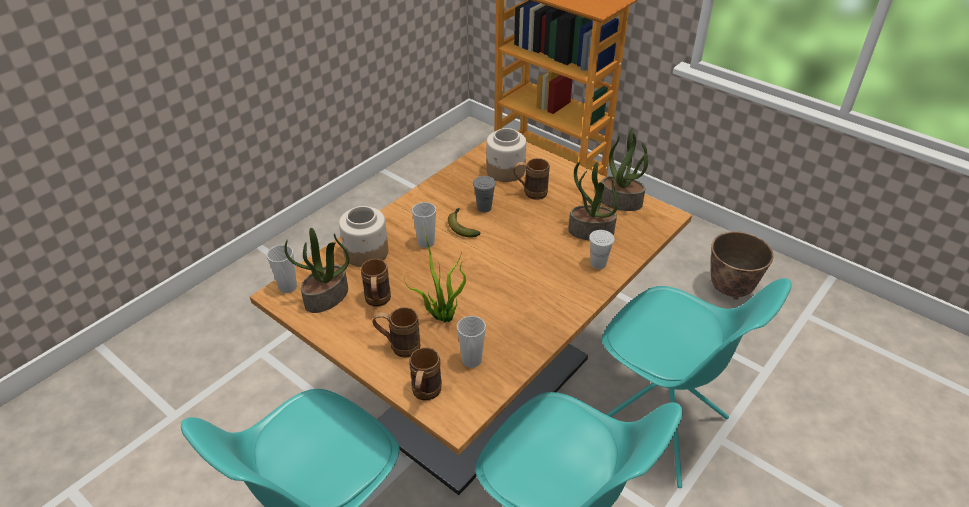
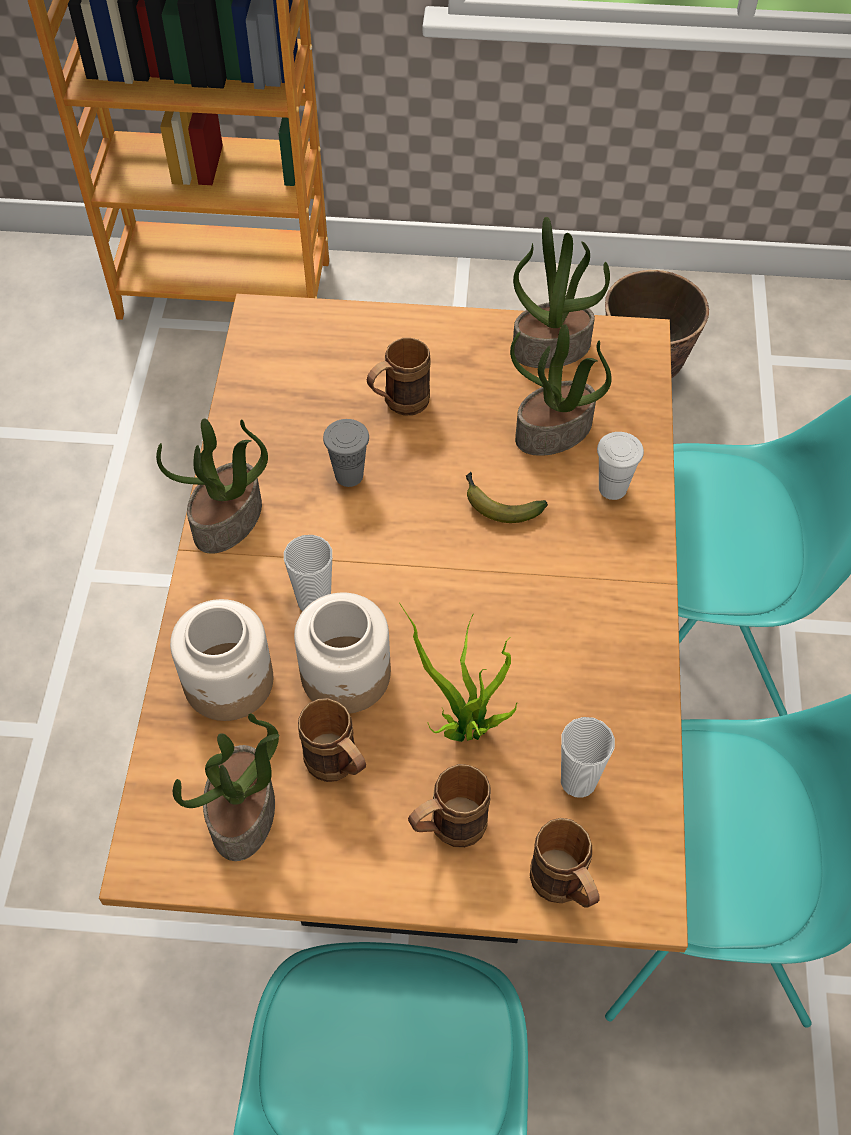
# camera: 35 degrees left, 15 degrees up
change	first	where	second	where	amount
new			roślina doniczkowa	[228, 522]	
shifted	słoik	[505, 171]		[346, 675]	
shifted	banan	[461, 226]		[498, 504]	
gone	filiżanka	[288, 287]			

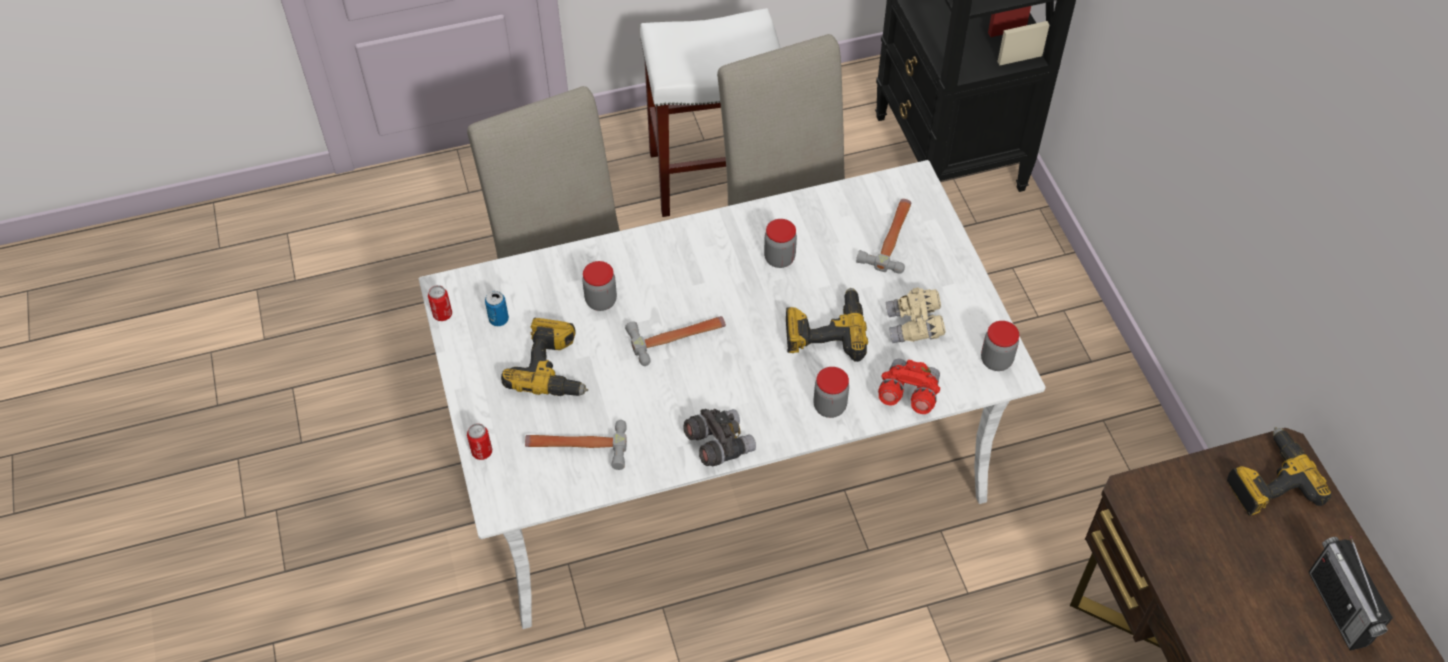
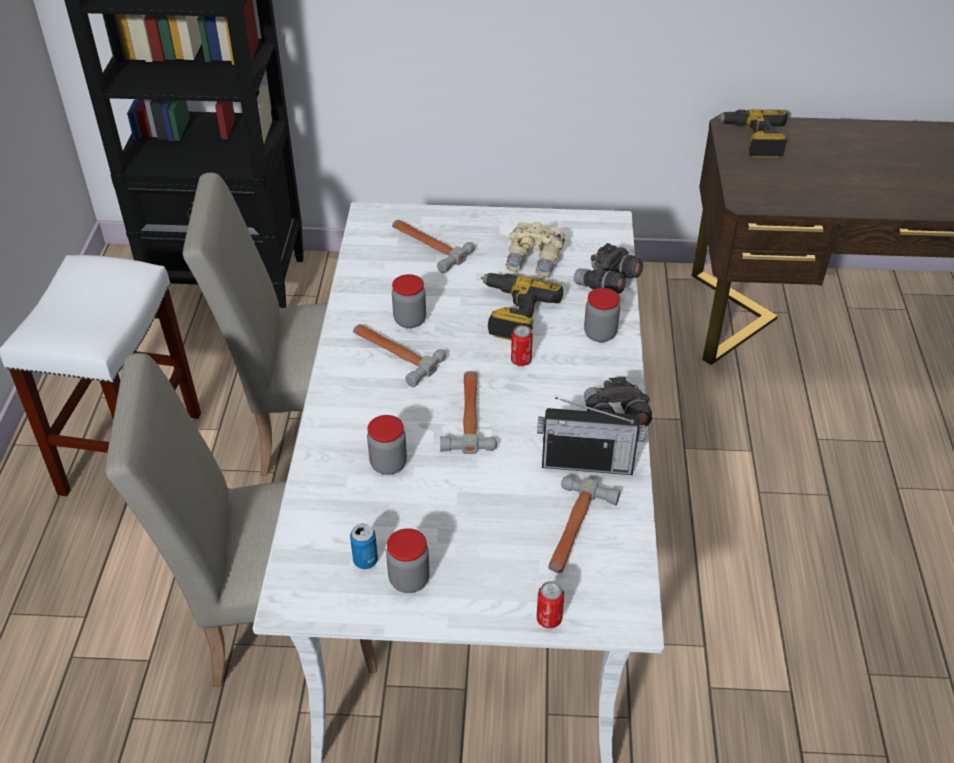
# camera: 70 degrees left, 10 degrees down
change	first	where	second	where	amount
new			młotek	[393, 354]	
shifted	słoik	[996, 360]		[409, 580]	
shifted	puszka	[442, 314]		[521, 360]	
shifted	radio	[1339, 608]		[587, 463]	
repainted	lornetka [czerwony]	[908, 394]	lornetka [szary]	[607, 284]	
gone	wiertarka	[553, 368]			

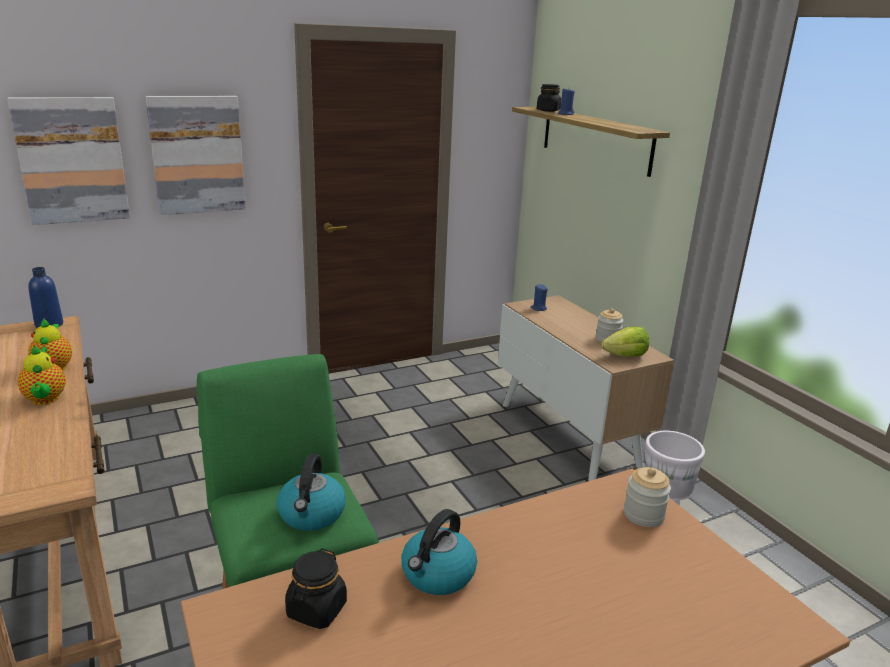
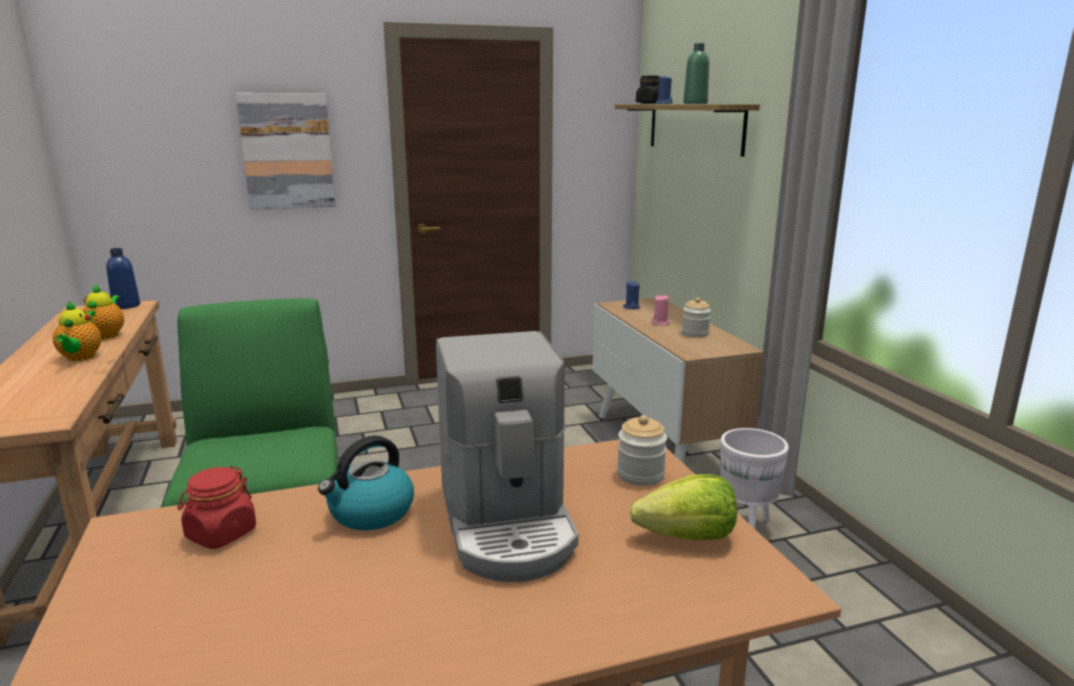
# camera: 10 degrees right, 5 degrees down
change	first	where	second	where	amount
repainted	słoik [czarny]	[316, 610]	słoik [czerwony]	[221, 534]	
new			ekspres do kawy	[507, 522]	
shifted	sałata	[625, 356]		[688, 537]	
new			świeca [różowy]	[660, 323]	
new			butelka [zielony]	[695, 103]	
gone	obraz	[72, 160]			
gone	czajnik	[312, 515]			

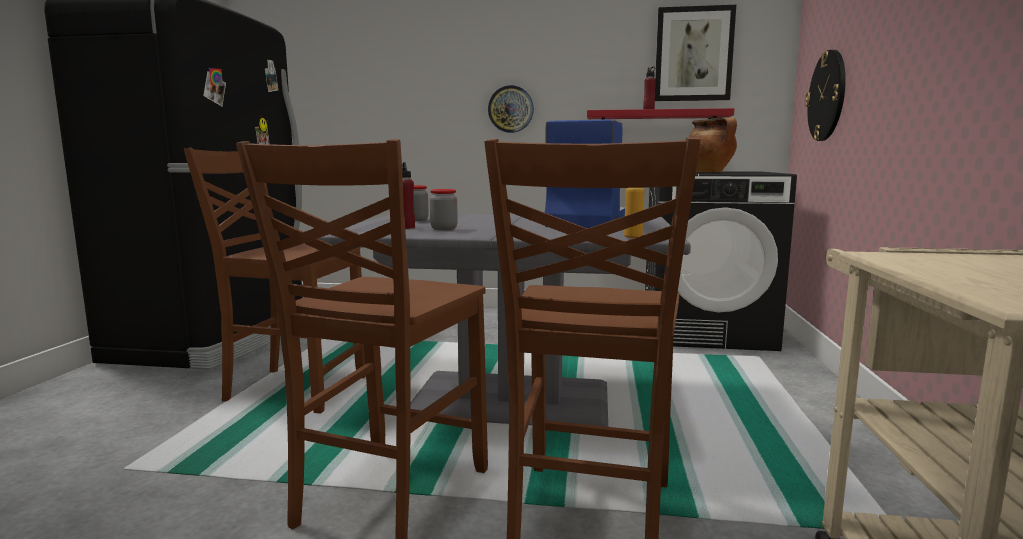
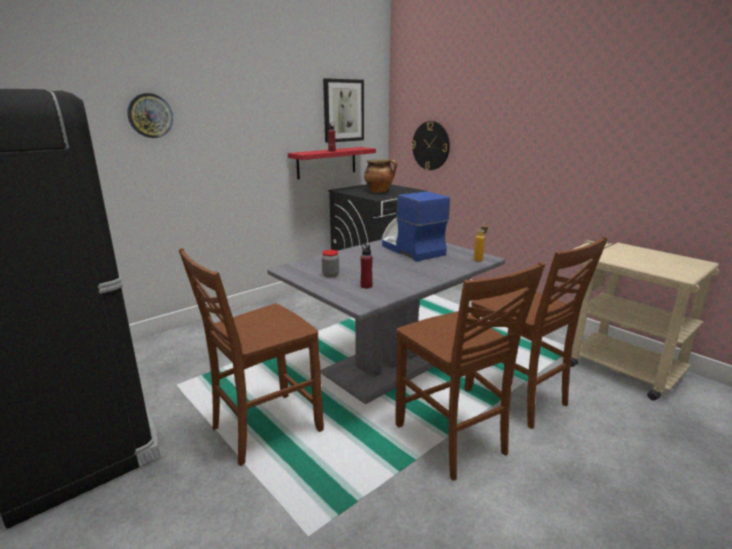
# camera: 50 degrees left, 10 degrees up
change	first	where	second	where	amount
shifted	zegar ścienny	[510, 109]		[150, 115]	
gone	słoik	[444, 229]			

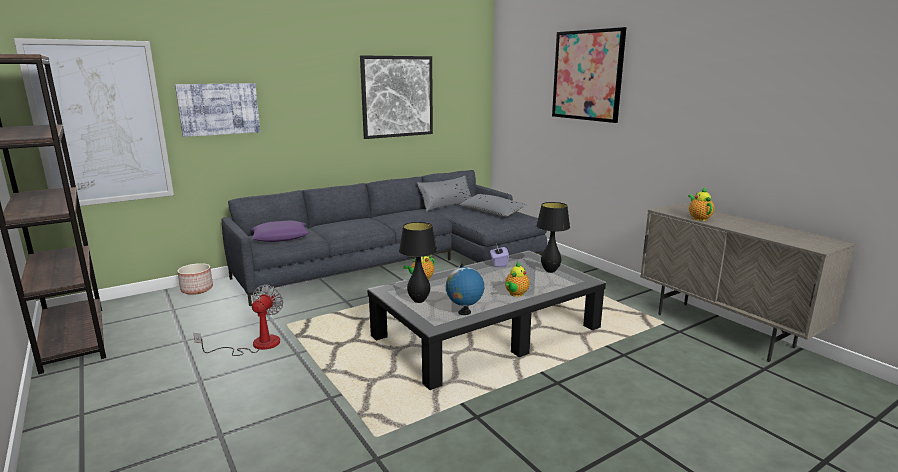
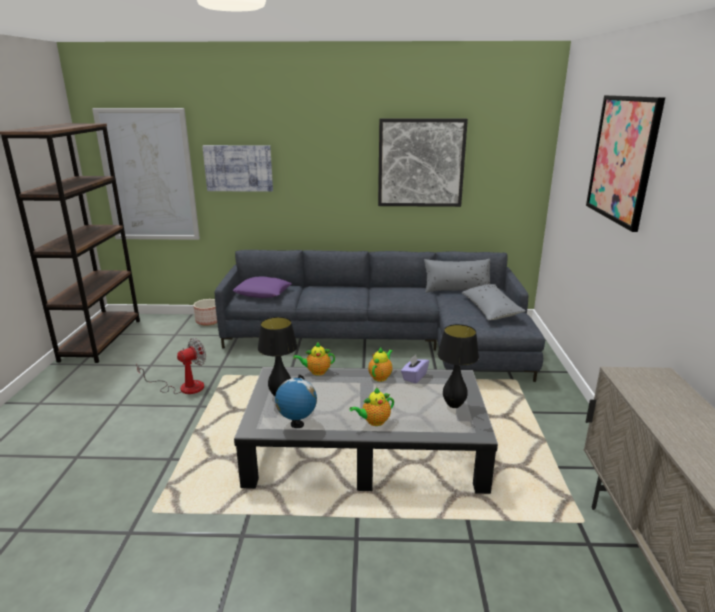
# camera: 35 degrees right, 5 degrees up
change	first	where	second	where	amount
shifted	imbryk	[698, 218]		[381, 377]	

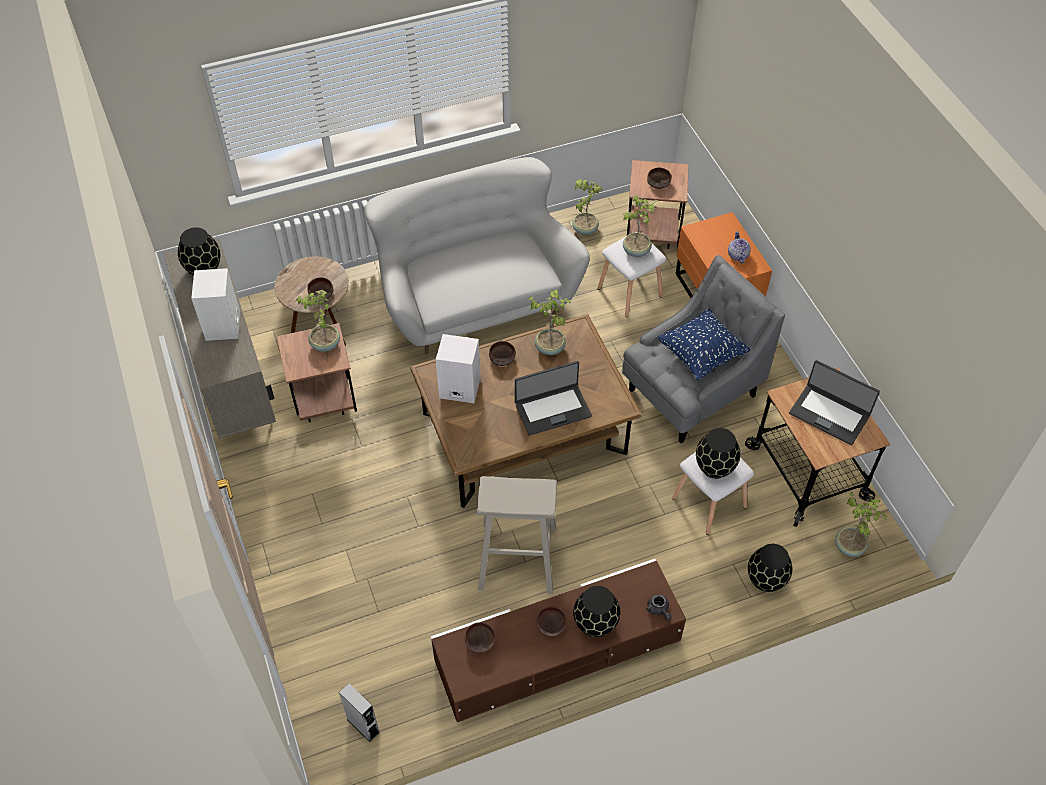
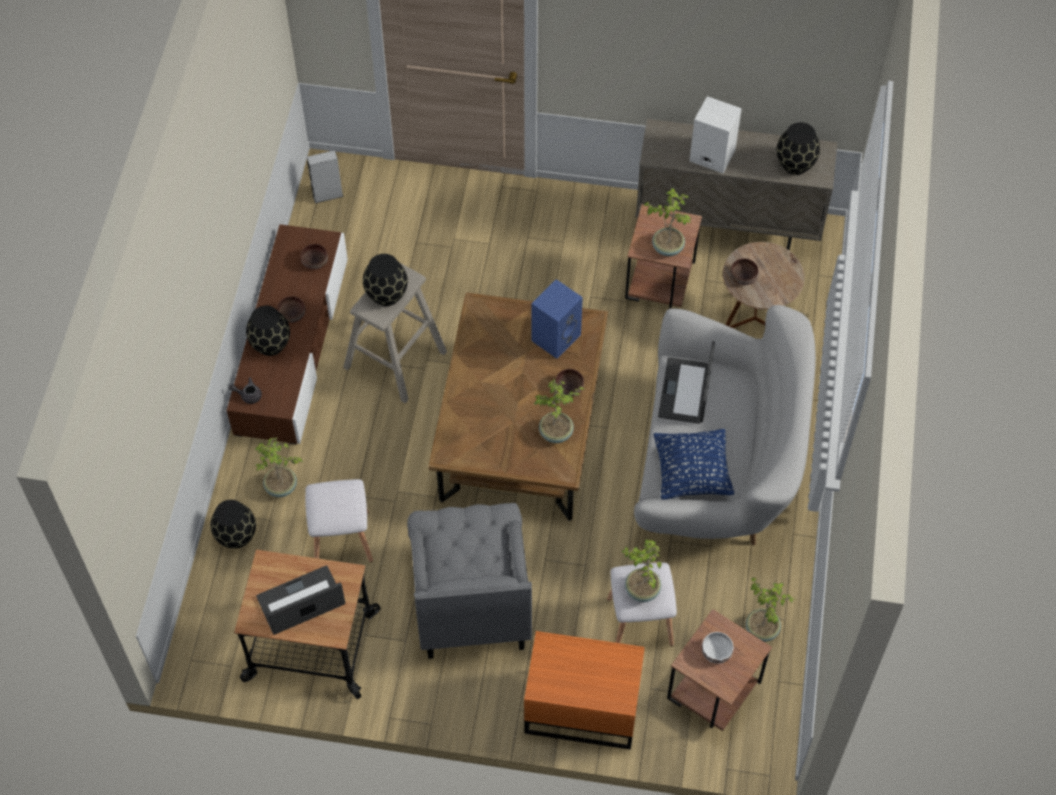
# camera: 120 degrees right, 5 degrees up
change	first	where	second	where	amount
shifted	roślina doniczkowa	[850, 546]		[281, 487]	
shifted	wazon [czarny]	[714, 467]		[387, 294]	
repainted	głośnik [biały]	[458, 388]	głośnik [niebieski]	[556, 336]	
shifted	poduszka [niebieski]	[701, 355]		[691, 474]	
shifted	laptop	[552, 409]		[686, 391]	
repainted	miska [brązowy]	[657, 183]	miska [biały]	[717, 651]	
gone	imbryk	[737, 255]			

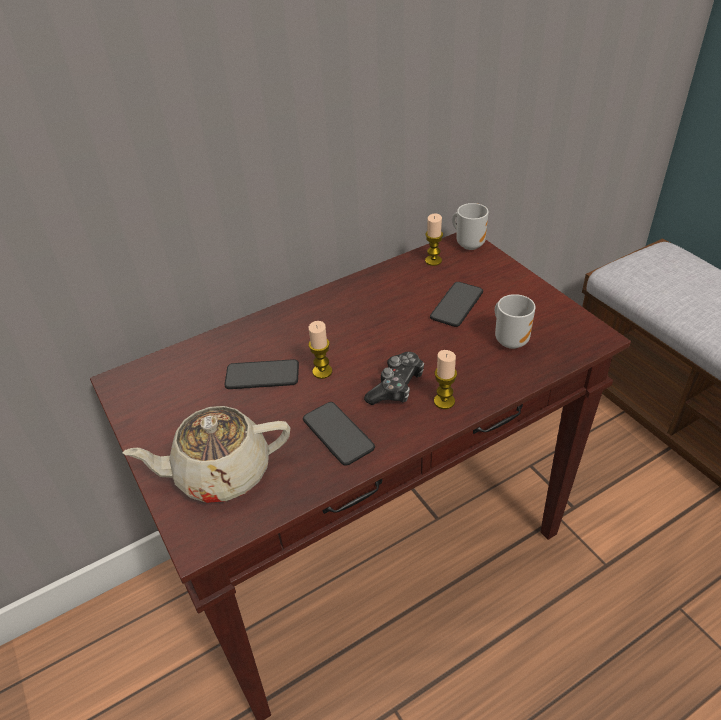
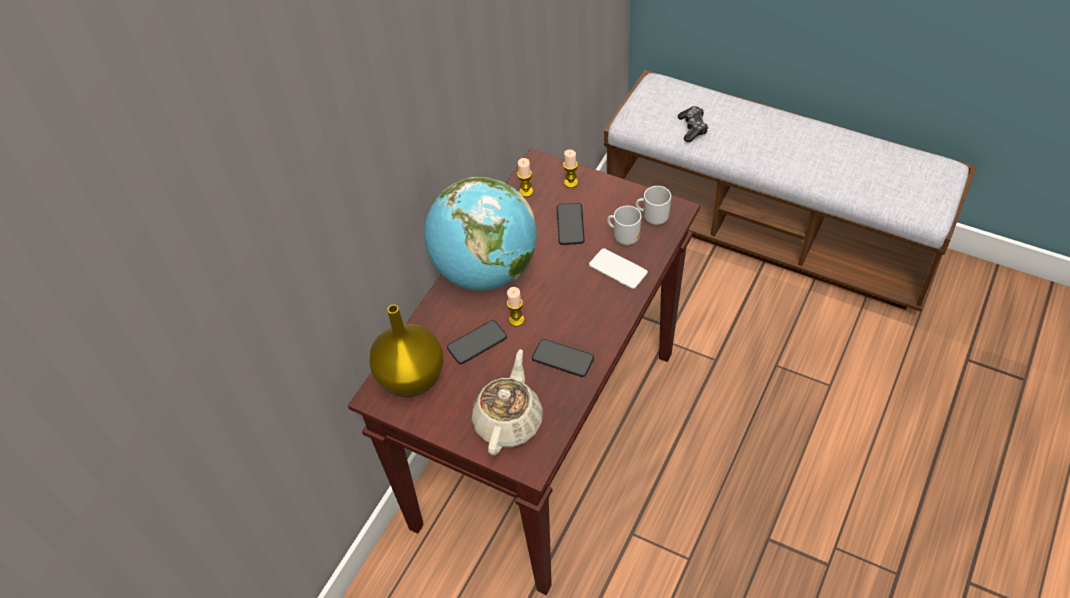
# camera: 30 degrees left, 10 degrees up
change	first	where	second	where	amount
new			wazon [żółty]	[413, 378]	
new			globus	[485, 270]	
rotated	imbryk [beżowy]	[221, 473]		[509, 421]	150 degrees clockwise
shifted	świeca	[444, 401]		[571, 183]	
new			telefon	[618, 269]	
shifted	kubek	[469, 244]		[654, 218]	
shifted	pad do gier	[396, 386]		[692, 128]	

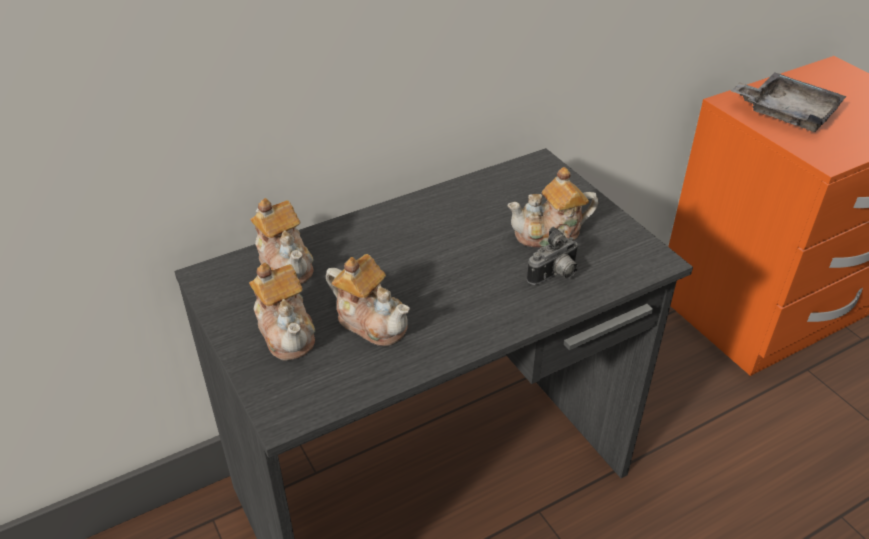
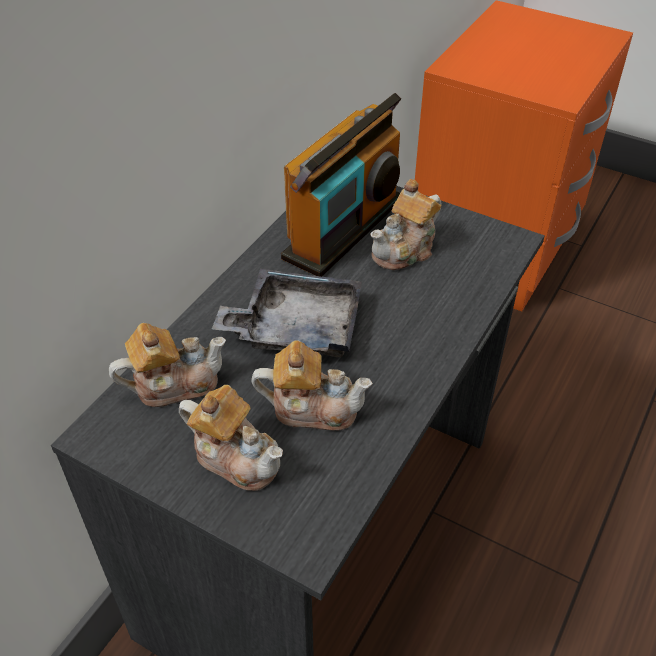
# camera: 30 degrees left, 5 degrees up
change	first	where	second	where	amount
rotated	imbryk	[286, 263]		[174, 384]	45 degrees counterclockwise
shifted	taca [szary]	[786, 113]		[296, 328]	
new			radio	[344, 228]	
gone	aparat fotograficzny	[555, 276]			

